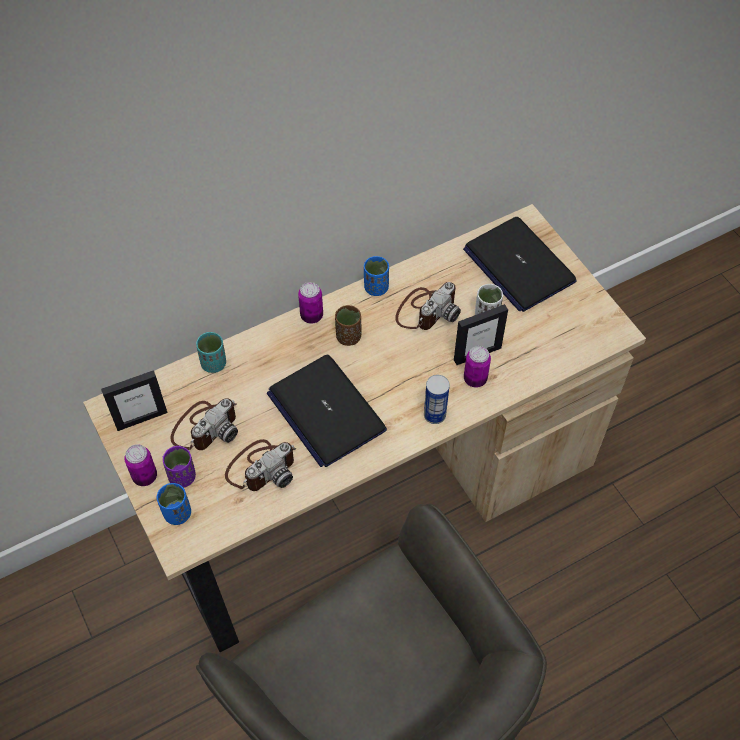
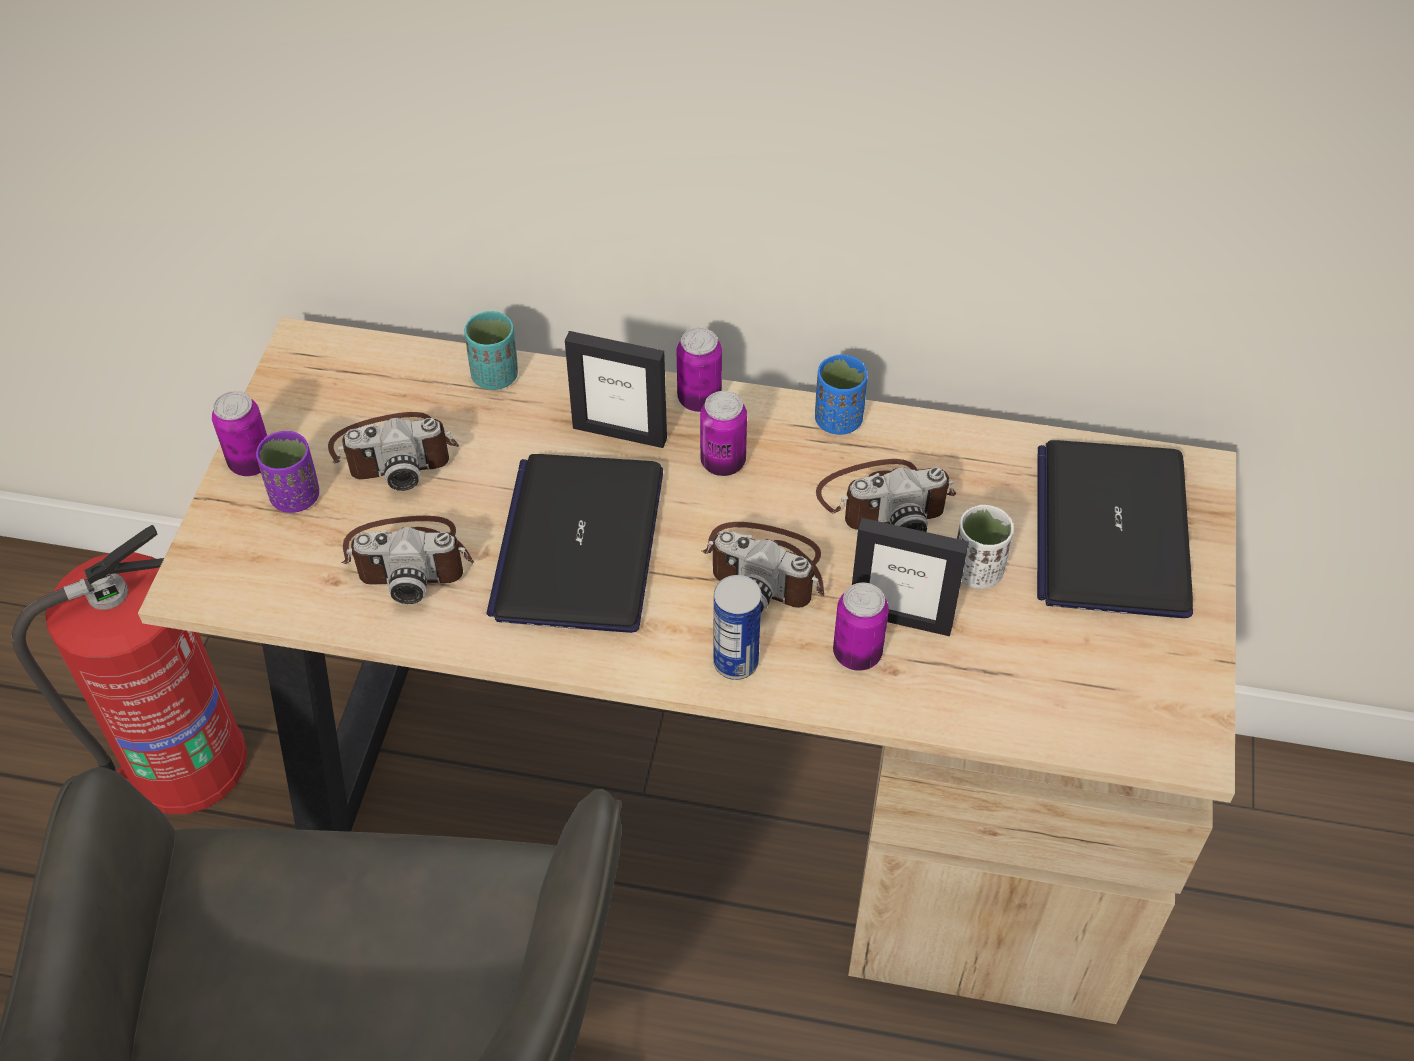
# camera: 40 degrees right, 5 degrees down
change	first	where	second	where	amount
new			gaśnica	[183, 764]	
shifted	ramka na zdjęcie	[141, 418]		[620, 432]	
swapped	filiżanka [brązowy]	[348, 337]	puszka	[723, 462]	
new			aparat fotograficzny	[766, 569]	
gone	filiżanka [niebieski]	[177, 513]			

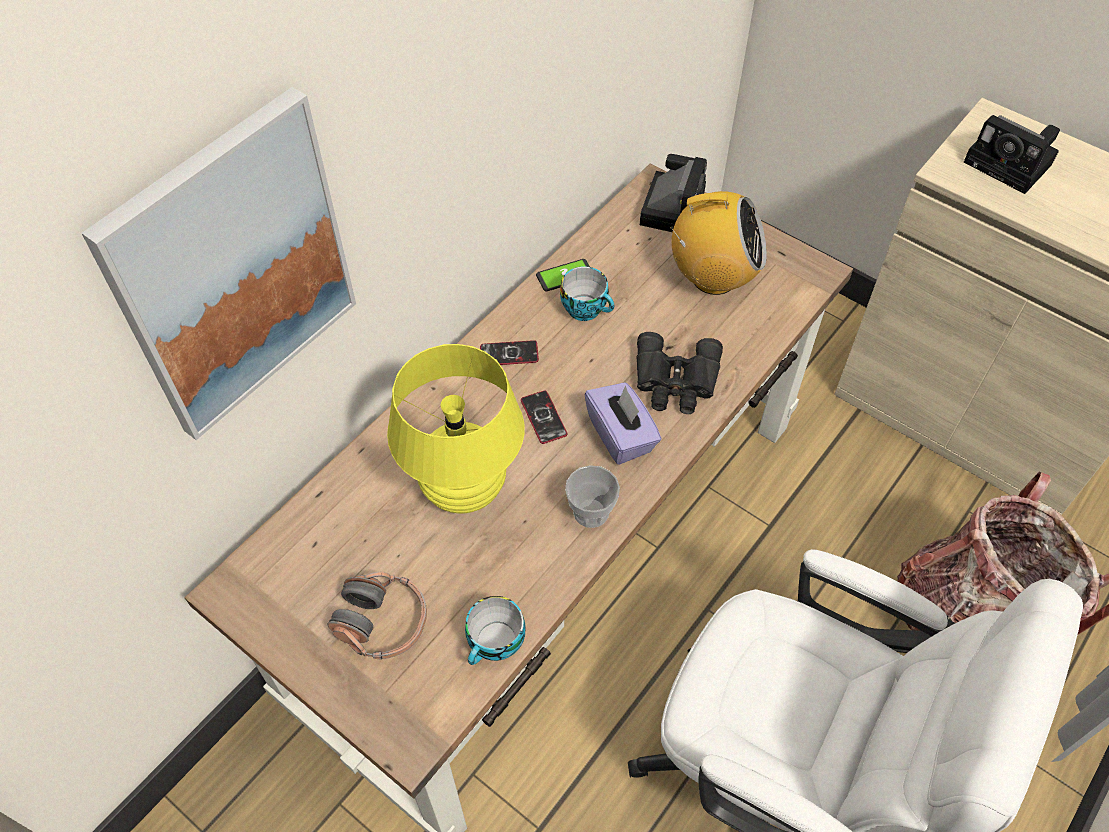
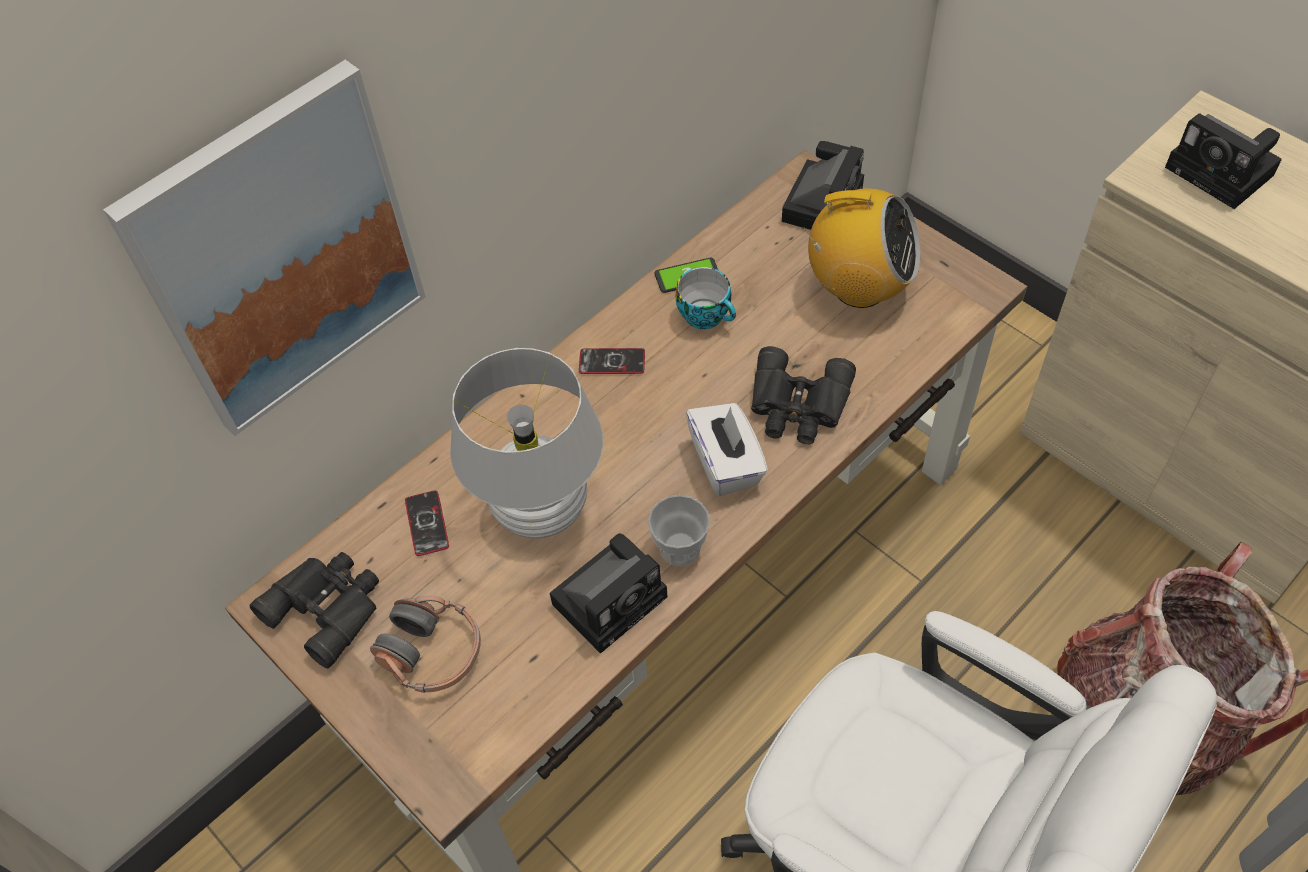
# camera: 10 degrees right, 0 degrees up
change	first	where	second	where	amount
new			lornetka [czarny]	[328, 607]	
shifted	telefon	[543, 417]		[427, 523]	
repainted	lampa stołowa [żółty]	[464, 488]	lampa stołowa [biały]	[542, 510]	
new			aparat fotograficzny	[612, 597]	
repainted	pudełko chusteczek [fioletowy]	[621, 435]	pudełko chusteczek [biały]	[726, 463]	
gone	filiżanka	[496, 644]			

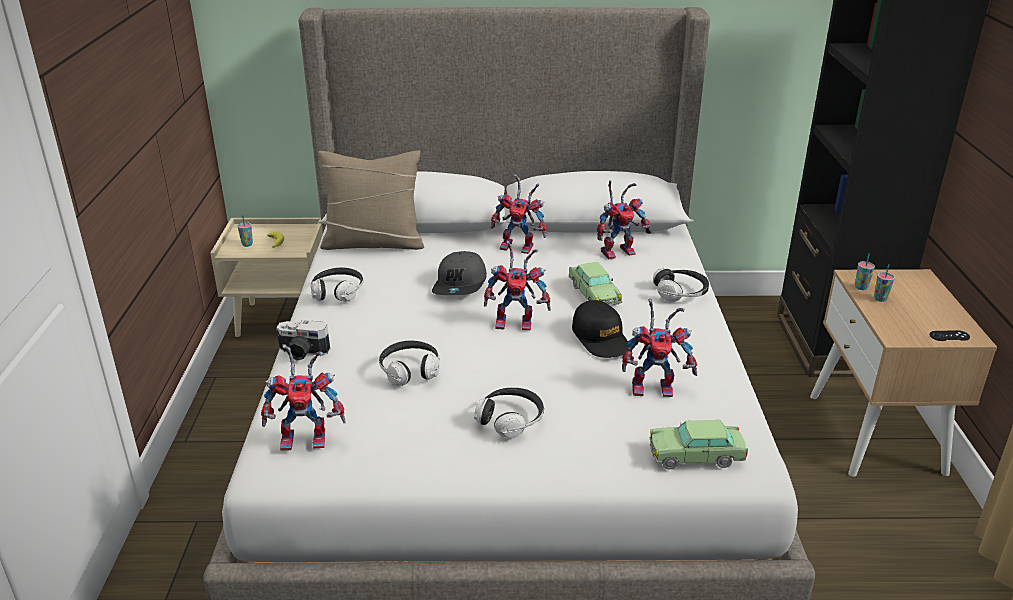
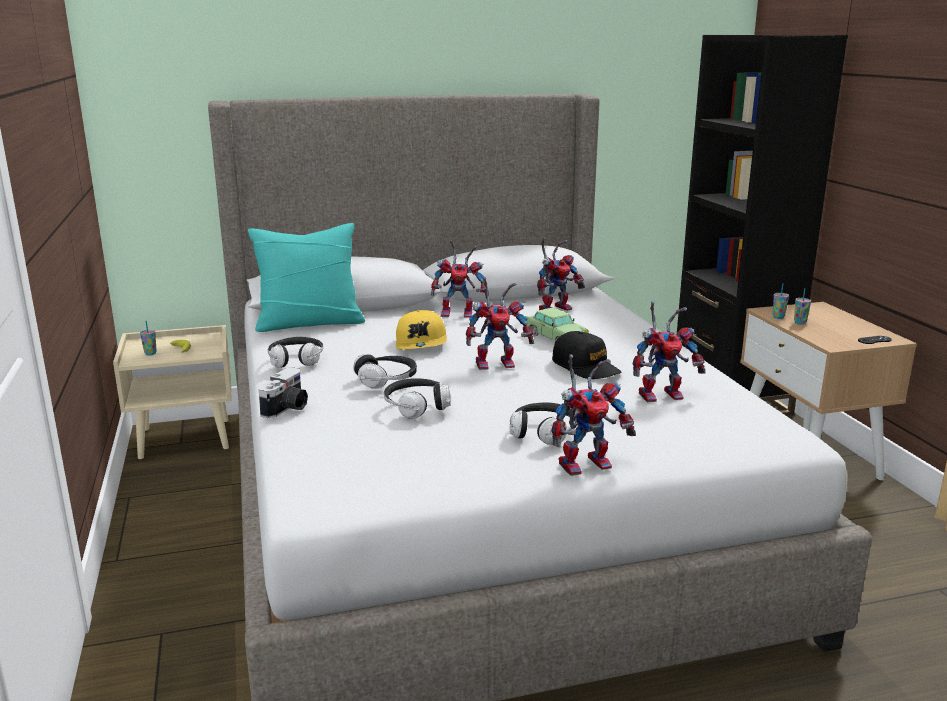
# camera: 15 degrees left, 10 degrees down
change	first	where	second	where	amount
repainted	poduszka [beżowy]	[374, 243]	poduszka [turkusowy]	[309, 323]	
rotated	aparat fotograficzny	[302, 353]		[288, 408]	60 degrees counterclockwise
shifted	słuchawki	[680, 293]		[386, 380]	
repainted	czapka z daszkiem [szary]	[461, 285]	czapka z daszkiem [żółty]	[421, 343]	
shifted	robot zabawkowy	[308, 438]		[587, 463]	
gone	samochodzik	[696, 455]			

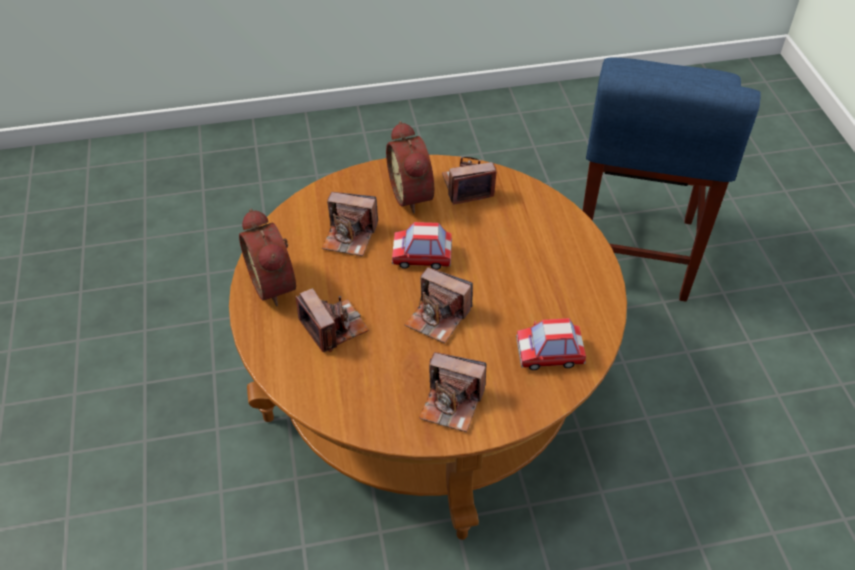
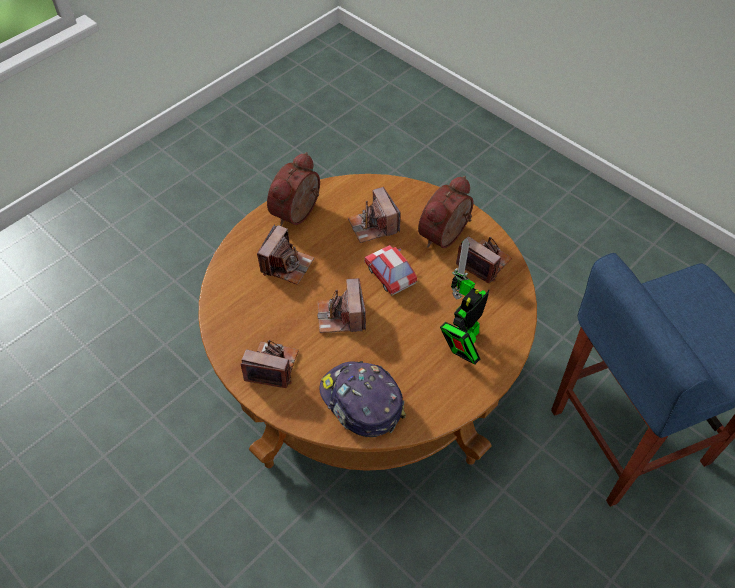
# camera: 55 degrees right, 5 degrees up
change	first	where	second	where	amount
rotated	aparat fotograficzny	[452, 403]		[272, 366]	120 degrees clockwise
swapped	samochodzik	[549, 354]	czapka z daszkiem	[361, 402]	
new			robot zabawkowy	[461, 341]	

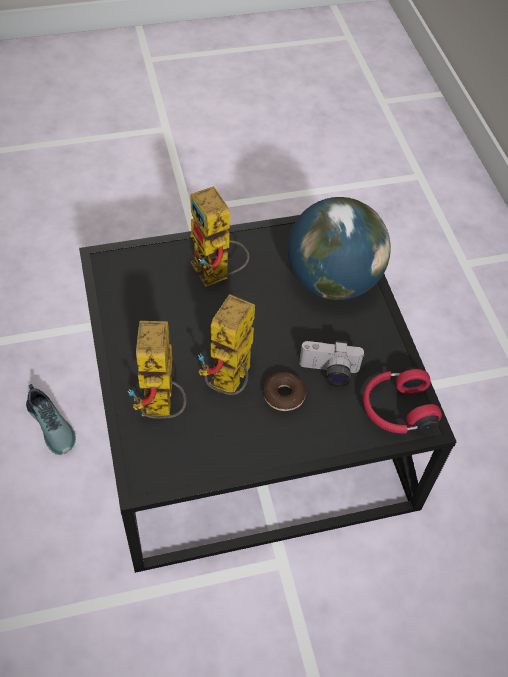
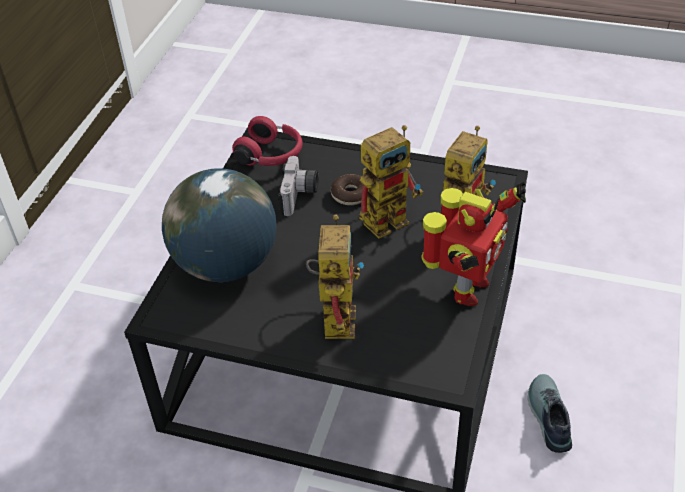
# camera: 145 degrees left, 10 degrees down
change	first	where	second	where	amount
rotated	aparat fotograficzny	[329, 373]		[300, 196]	60 degrees clockwise
new			robot zabawkowy	[466, 289]	

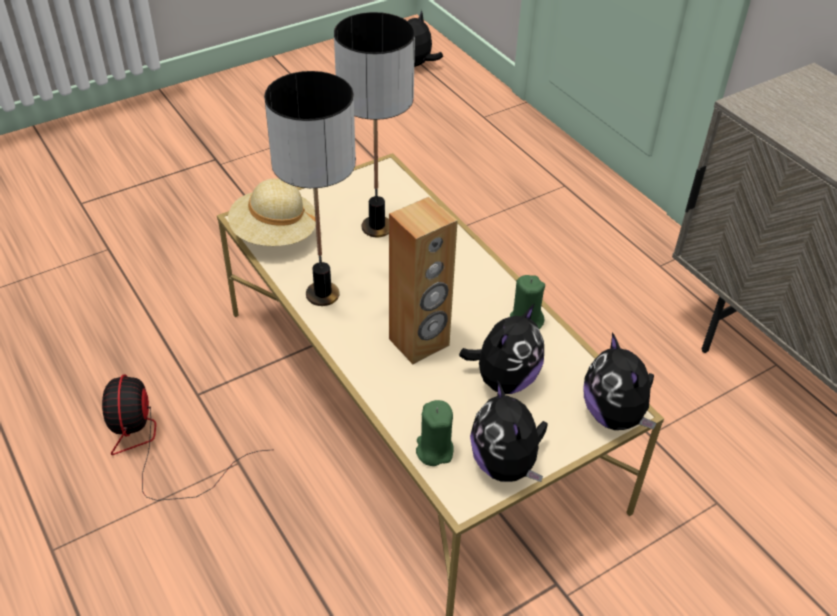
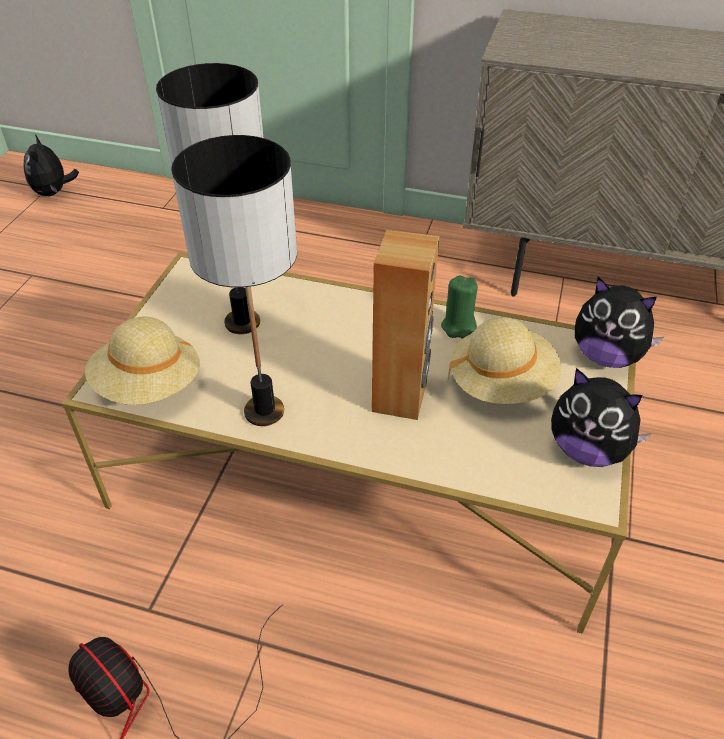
# camera: 40 degrees left, 0 degrees up
change	first	where	second	where	amount
swapped	pluszak	[504, 380]	kapelusz [beżowy]	[501, 383]	
gone	świeca [zielony]	[434, 450]			

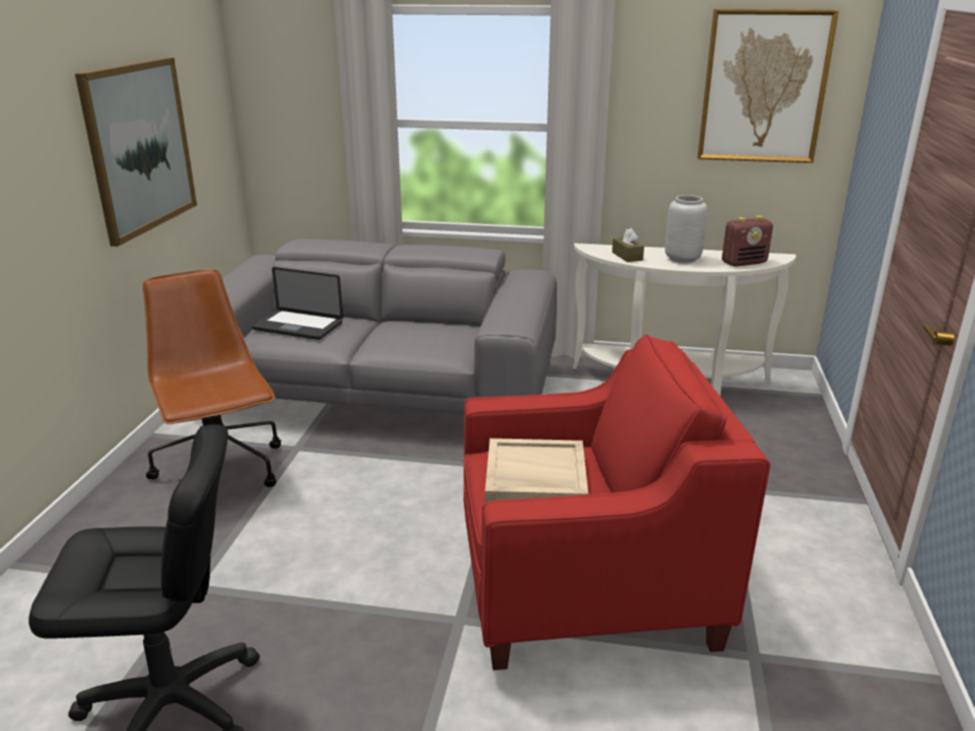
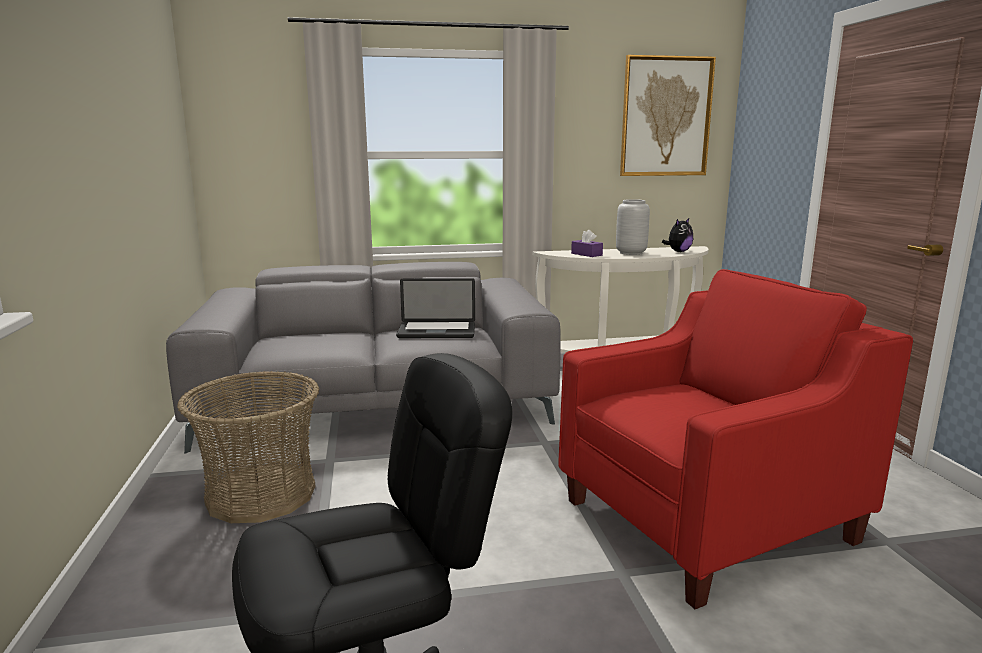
# camera: 20 degrees left, 10 degrees down
change	first	where	second	where	amount
swapped	krzesło biurowe [brązowy]	[222, 472]	koszyk	[261, 494]	
shifted	laptop	[298, 326]		[436, 331]	
repainted	pudełko chusteczek [brązowy]	[627, 256]	pudełko chusteczek [fioletowy]	[586, 254]	
swapped	radio	[744, 263]	pluszak	[678, 251]	
gone	obraz	[140, 147]			
gone	taca [beżowy]	[534, 476]			

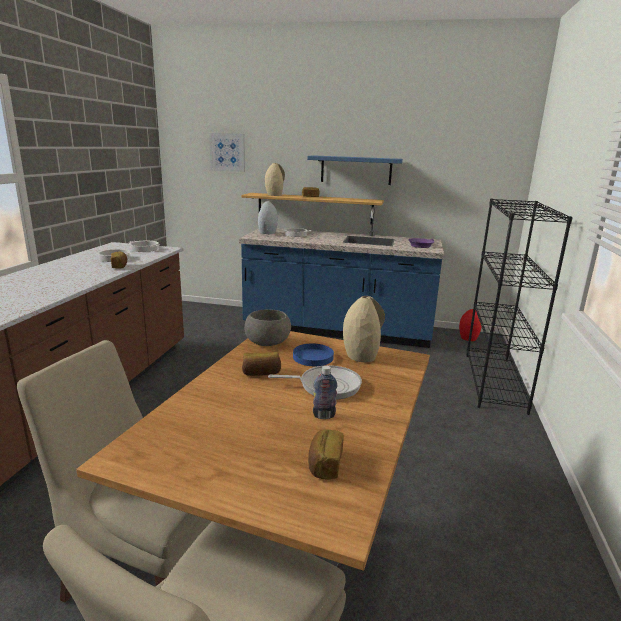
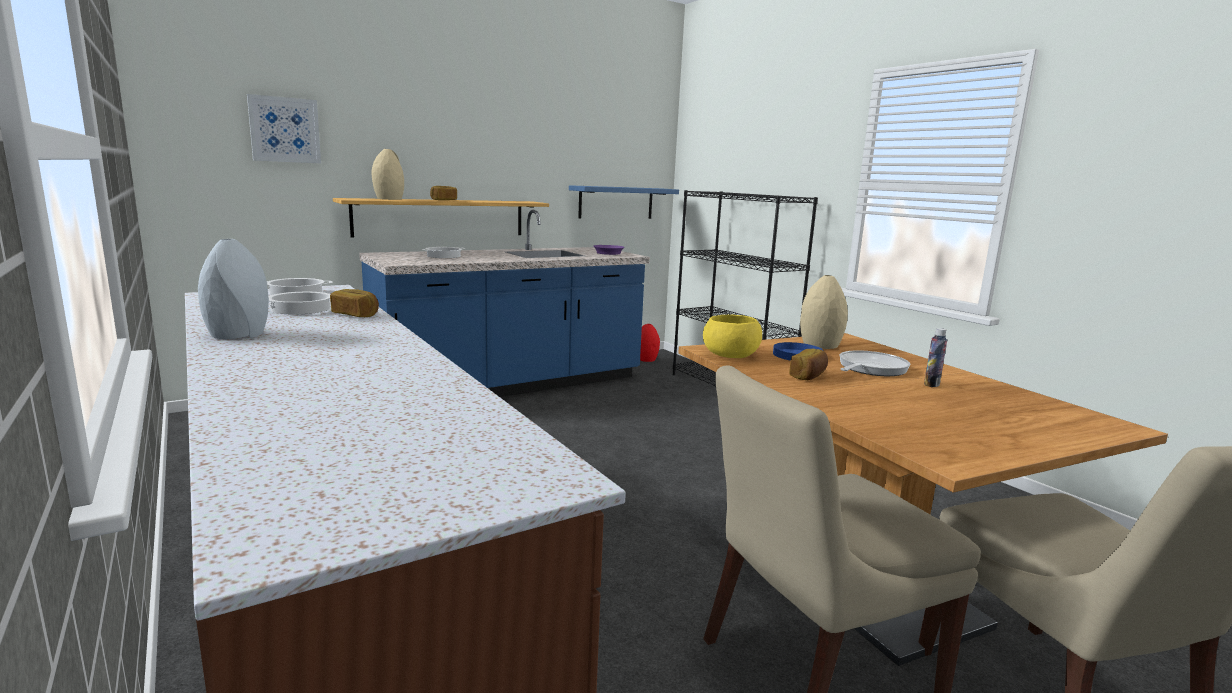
# camera: 45 degrees left, 5 degrees down
change	first	where	second	where	amount
shifted	wazon [szary]	[268, 233]		[240, 335]	
shifted	półka [niebieski]	[356, 170]		[616, 202]	
repainted	miska [szary]	[268, 342]	miska [żółty]	[730, 355]	
gone	chleb	[324, 464]			

